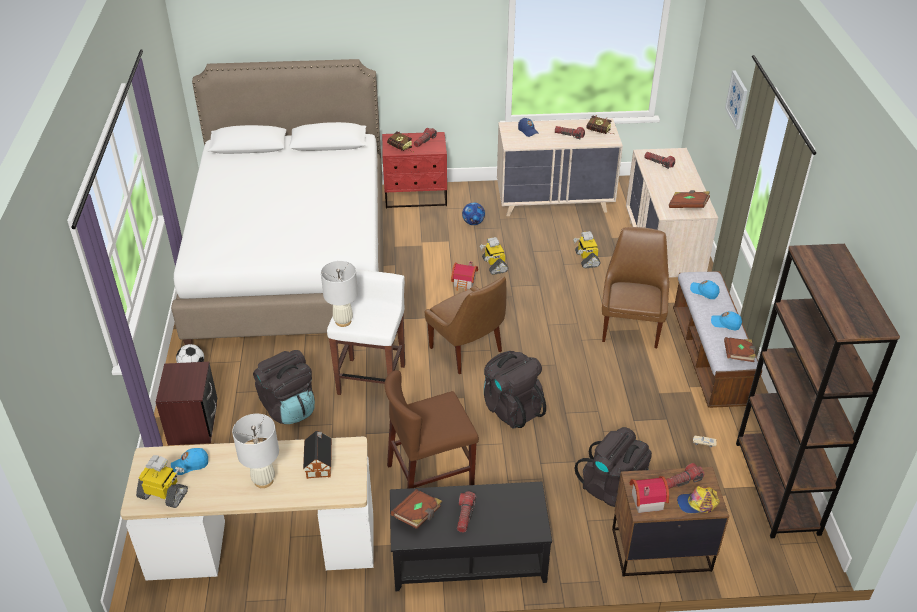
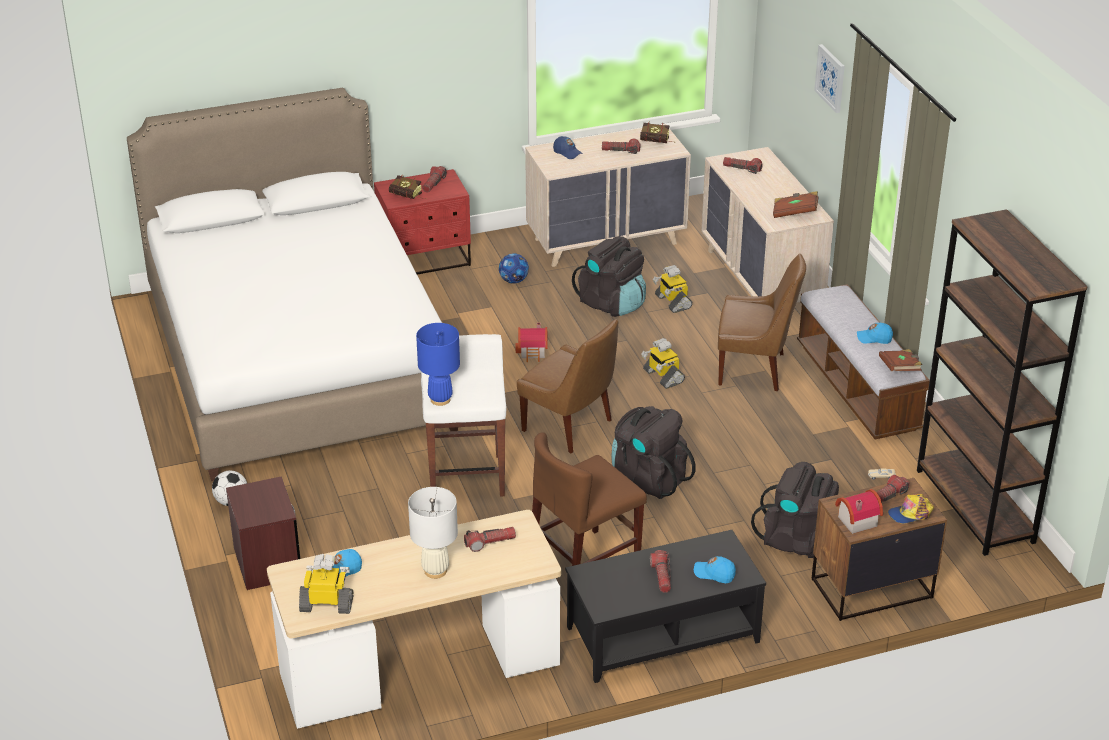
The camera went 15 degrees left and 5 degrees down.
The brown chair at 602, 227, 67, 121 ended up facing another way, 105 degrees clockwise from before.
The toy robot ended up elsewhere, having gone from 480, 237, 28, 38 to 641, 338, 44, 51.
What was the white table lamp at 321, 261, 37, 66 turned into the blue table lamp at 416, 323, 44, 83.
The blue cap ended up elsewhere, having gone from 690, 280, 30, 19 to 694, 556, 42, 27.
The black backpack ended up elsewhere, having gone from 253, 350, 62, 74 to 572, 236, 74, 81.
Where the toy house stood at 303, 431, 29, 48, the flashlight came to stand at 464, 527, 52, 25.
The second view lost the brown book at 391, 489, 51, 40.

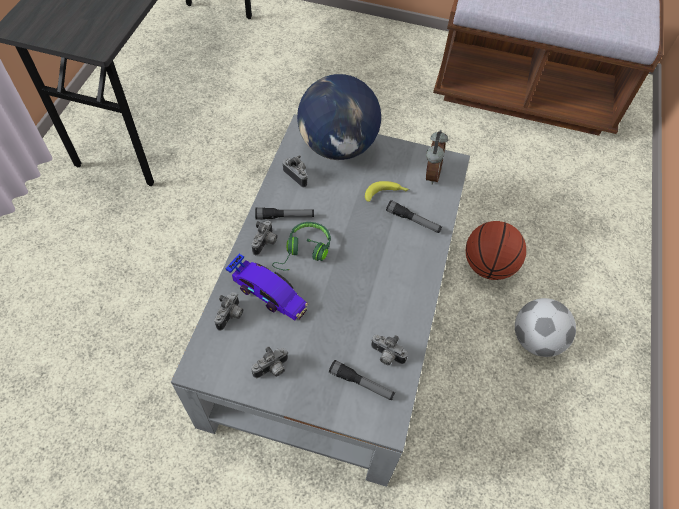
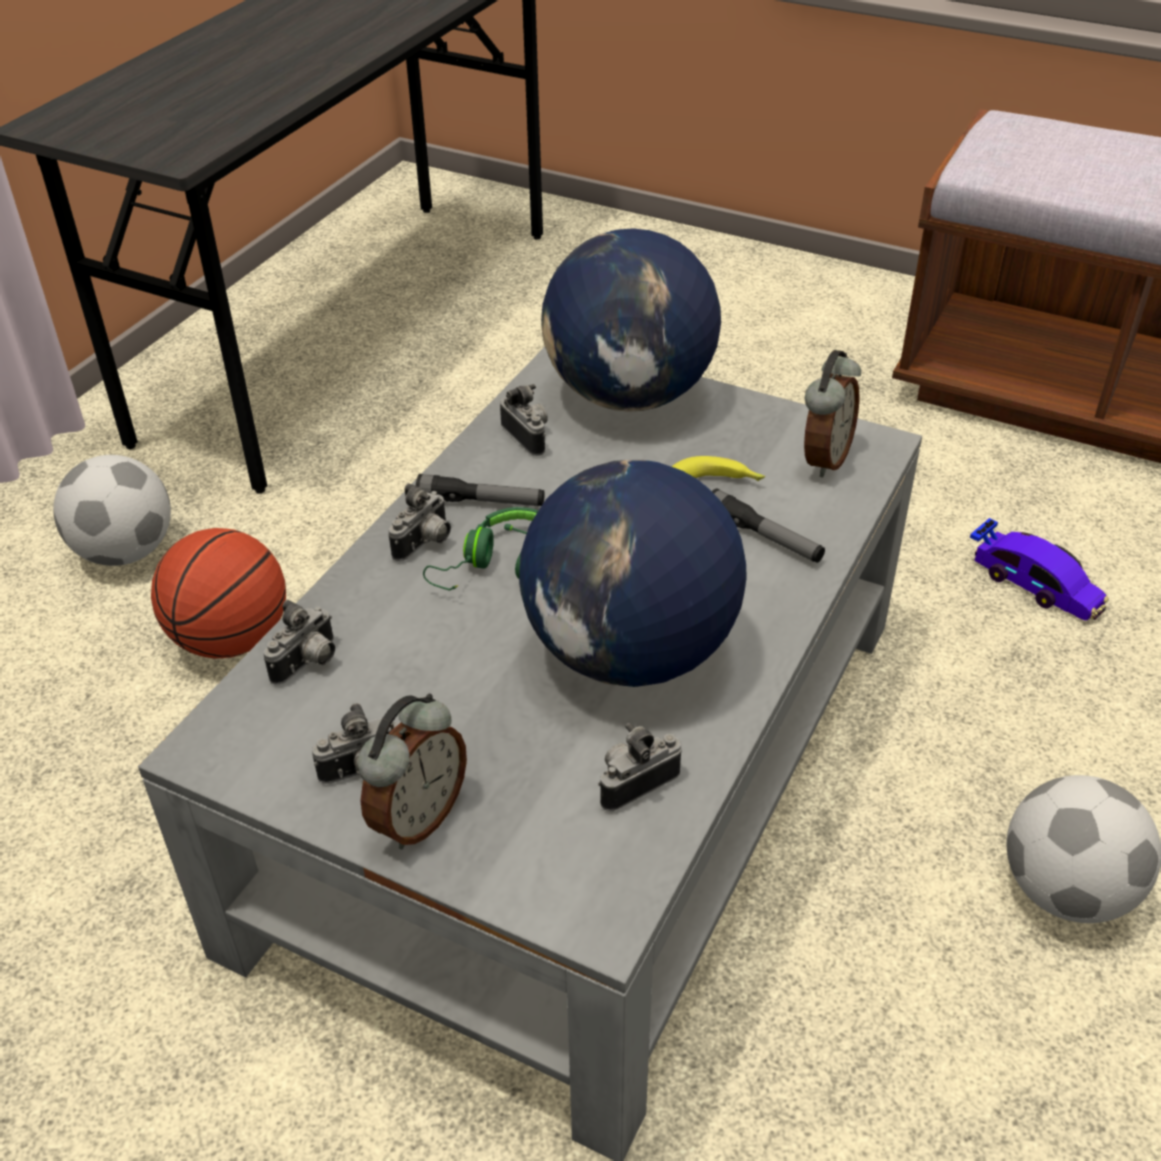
The camera went 15 degrees right and 15 degrees down.
The basketball ended up elsewhere, having gone from 466, 221, 60, 59 to 151, 528, 135, 130.
The toy car ended up elsewhere, having gone from 225, 254, 83, 66 to 970, 518, 139, 102.
The photo camera at 371, 334, 37, 31 ended up facing another way, 105 degrees clockwise from before.
The second view lost the flashlight at 329, 360, 66, 41.
The second view gained the football at 53, 455, 118, 111.
The second view gained the globe at 519, 460, 227, 227.
The second view gained the alarm clock at 358, 694, 109, 155.

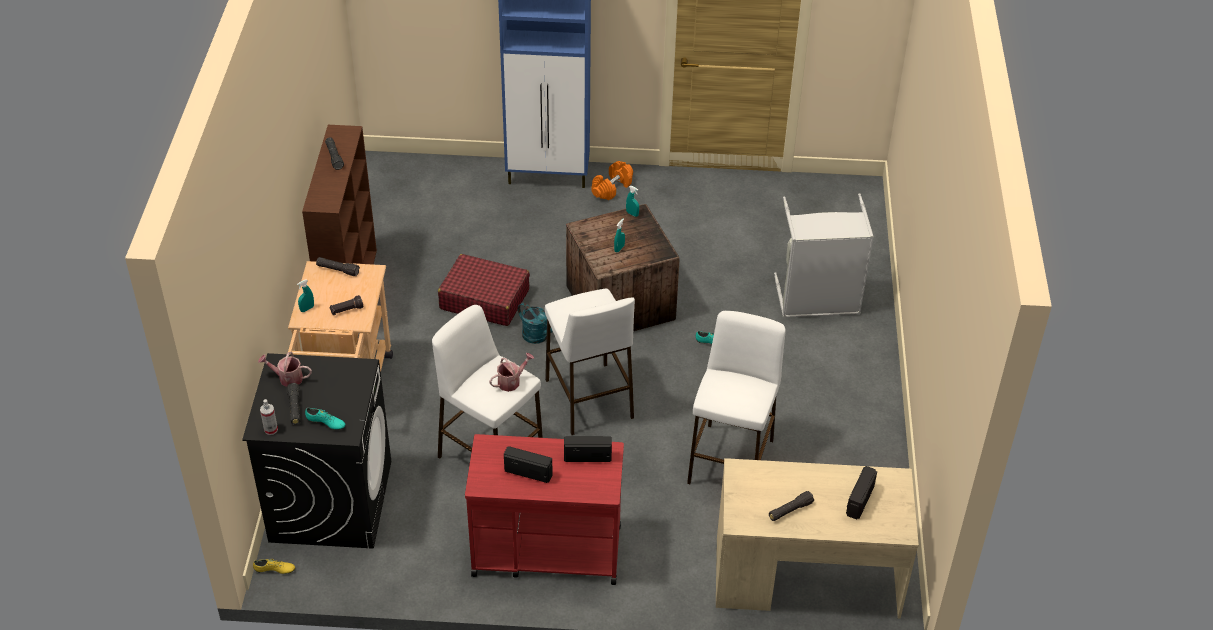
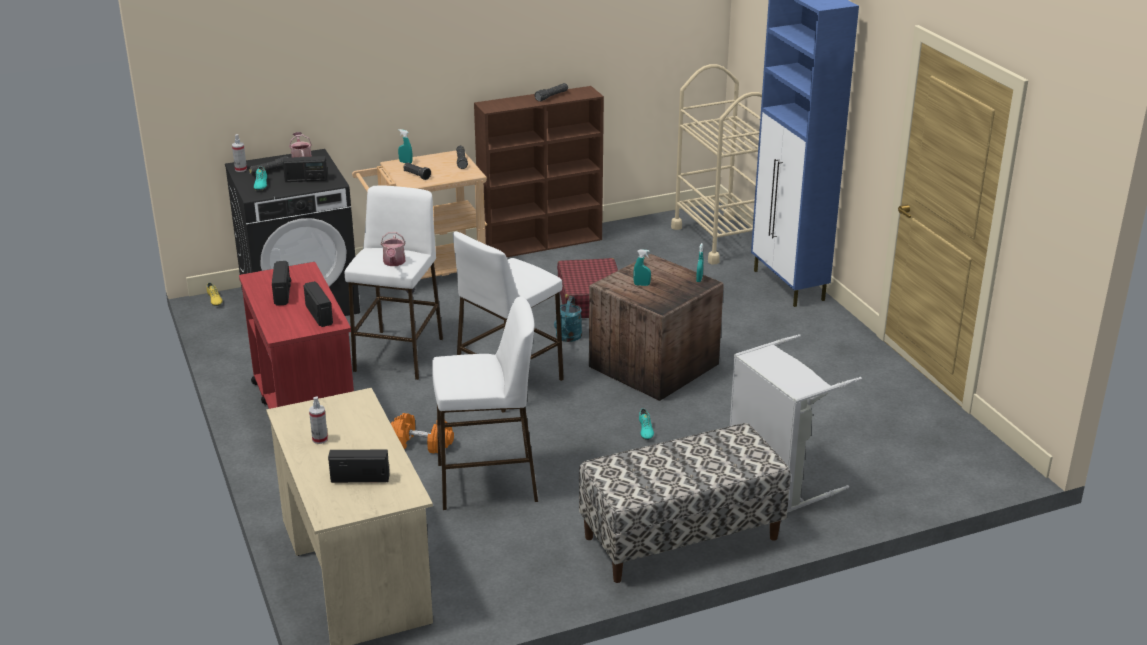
The camera went 65 degrees right and 15 degrees down.
The orange dumbbell ended up elsewhere, having gone from 591, 161, 42, 39 to 391, 413, 63, 40.
The watering can at 489, 353, 45, 39 ended up facing another way, 60 degrees clockwise from before.
Where the black flashlight stood at 769, 491, 45, 30, the spray bottle came to stand at 309, 396, 19, 48.
The second view gained the beige cart at 671, 64, 91, 200.
The second view gained the radio at 283, 156, 45, 26.
The second view gained the bench at 579, 423, 212, 160.

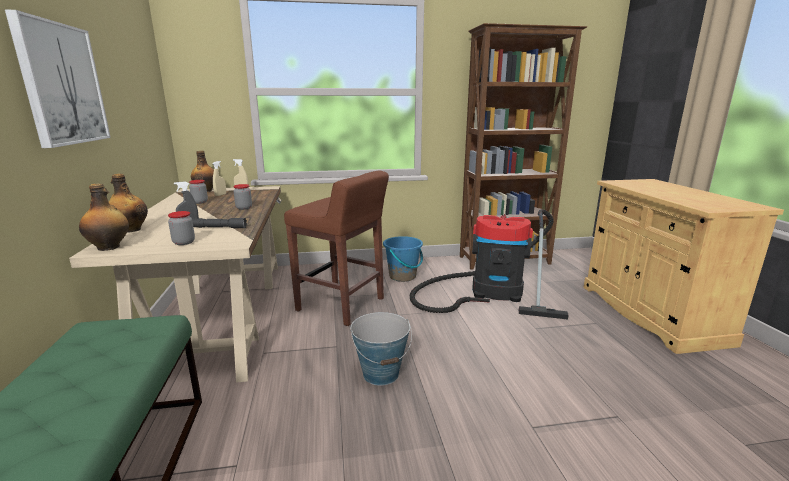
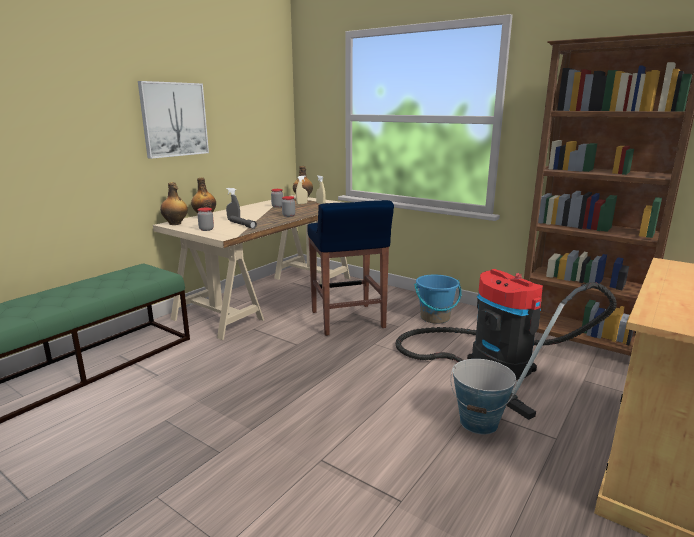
The camera went 45 degrees right and 0 degrees up.
What was the brown stool at 284, 171, 105, 155 turned into the blue stool at 307, 200, 87, 136.
The bucket ended up elsewhere, having gone from 351, 312, 61, 74 to 450, 359, 67, 75.

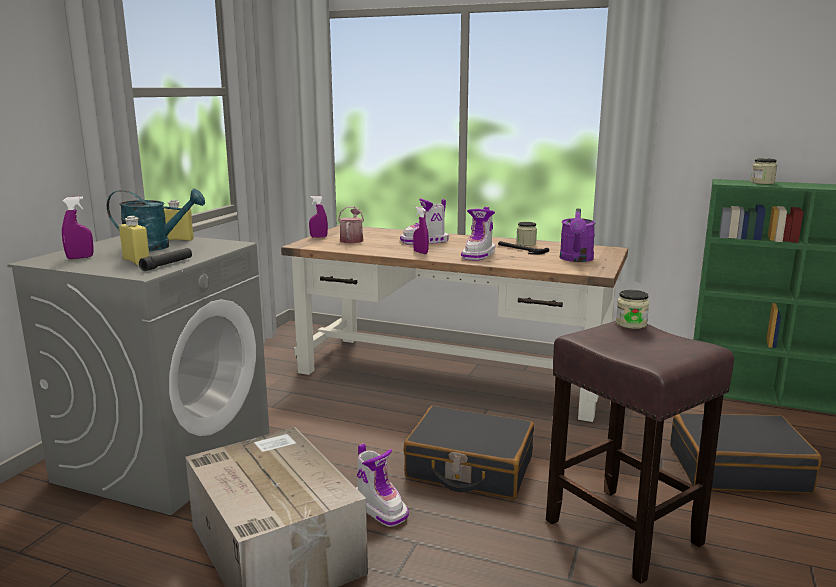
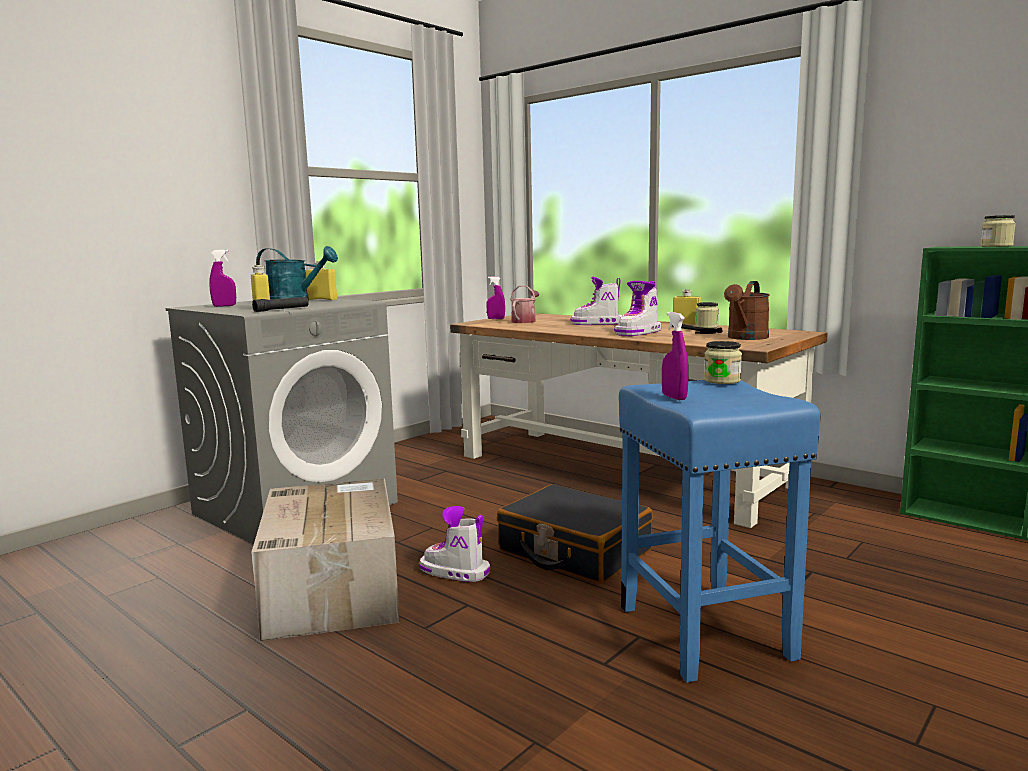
The camera went 20 degrees right and 5 degrees down.
The purple spray bottle ended up elsewhere, having gone from 413, 207, 16, 47 to 662, 312, 27, 88.
What was the purple watering can at 560, 209, 35, 53 turned into the brown watering can at 724, 281, 46, 59.
What was the brown stool at 546, 321, 188, 263 turned into the blue stool at 619, 380, 201, 303.
The second view lost the black suitcase at 670, 413, 152, 80.
The boot at 356, 443, 53, 84 ended up facing another way, 135 degrees clockwise from before.
The second view gained the yellow bottle at 673, 289, 28, 36.

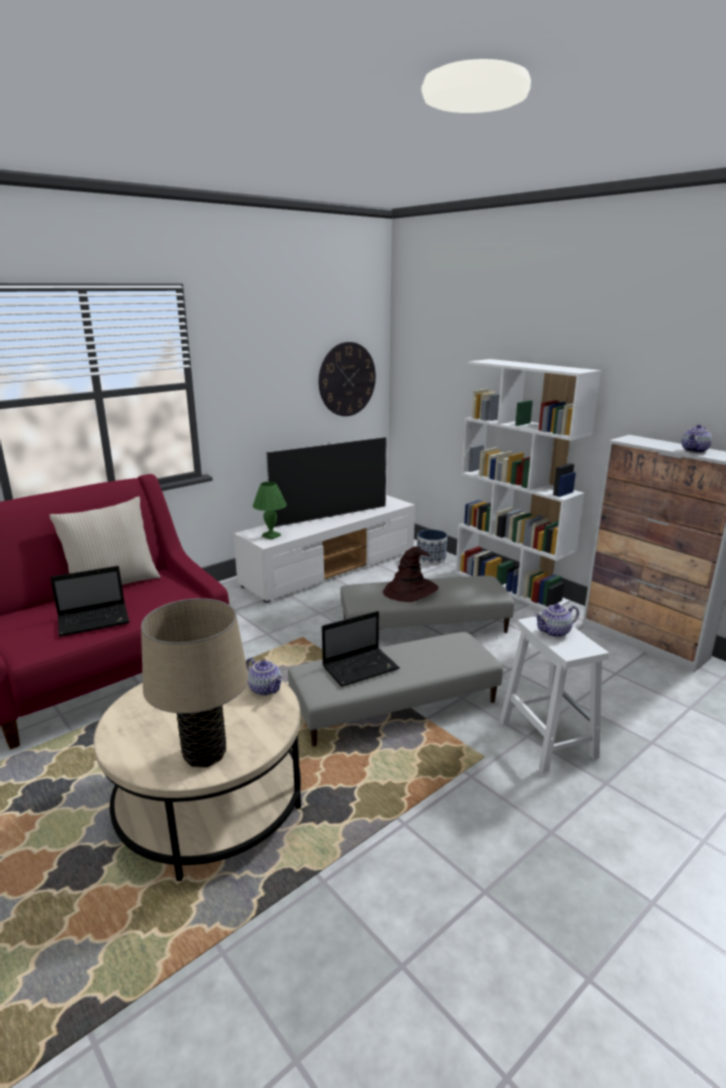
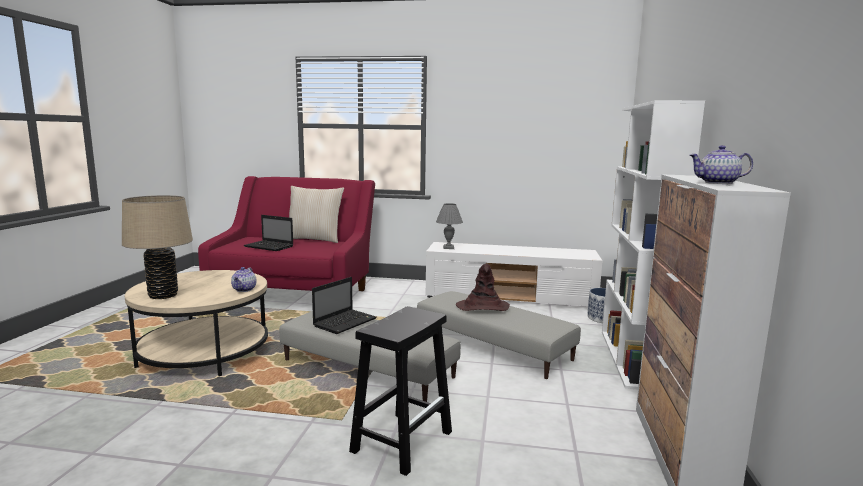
The camera went 50 degrees right and 10 degrees down.
The second view lost the wall clock at 319, 342, 57, 74.
The second view lost the television at 266, 437, 121, 90.
What was the green table lamp at 253, 482, 34, 58 turned into the grey table lamp at 436, 203, 27, 46.
The second view lost the teapot at 534, 604, 45, 33.
The laptop at 322, 611, 78, 76 ended up facing another way, 75 degrees counterclockwise from before.
What was the white stool at 499, 617, 110, 156 turned into the black stool at 349, 306, 103, 170.

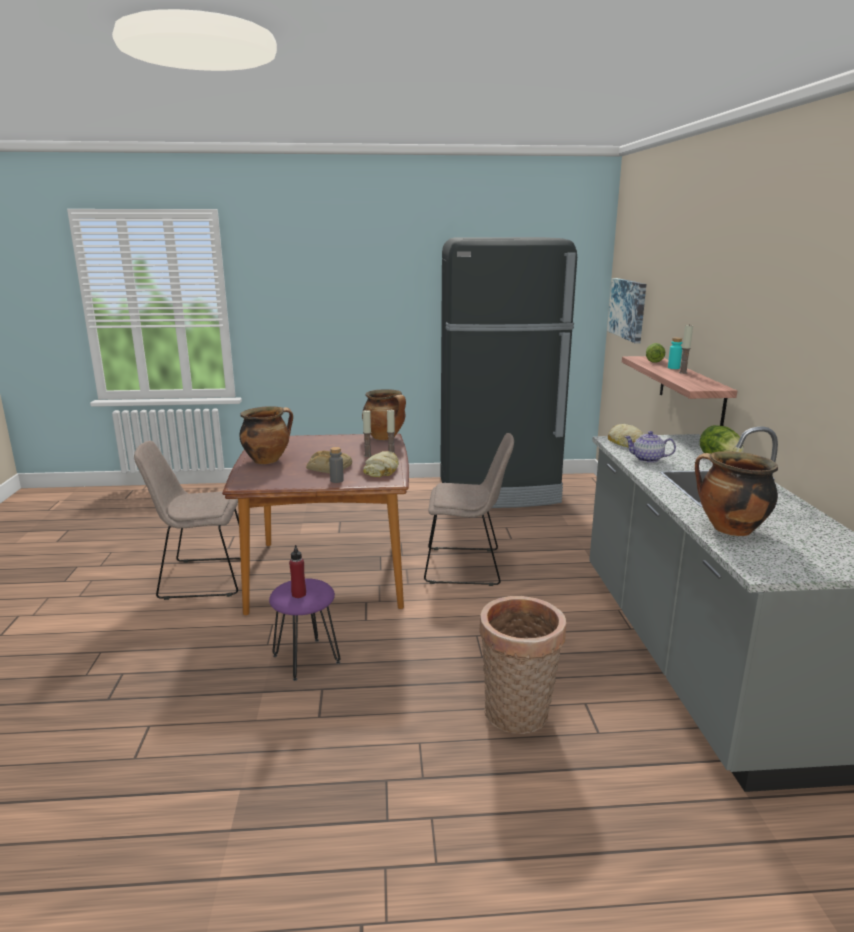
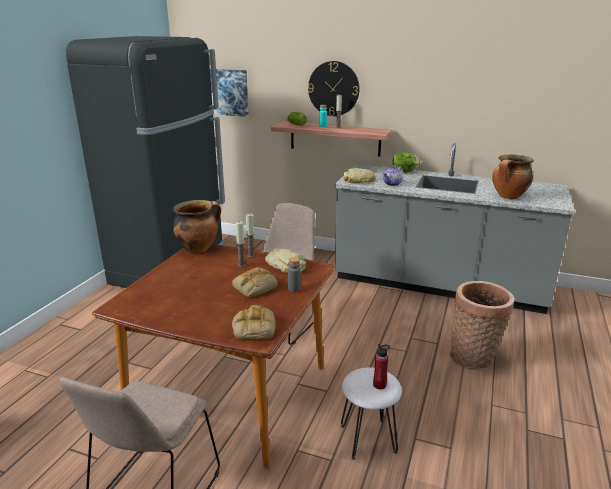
The camera went 65 degrees left and 5 degrees up.
The second view lost the cooking pot at 239, 406, 54, 58.
What was the purple stool at 269, 578, 71, 103 turned into the white stool at 341, 367, 61, 93.
The second view gained the wall clock at 308, 61, 51, 55.
The second view gained the bread at 232, 305, 44, 34.

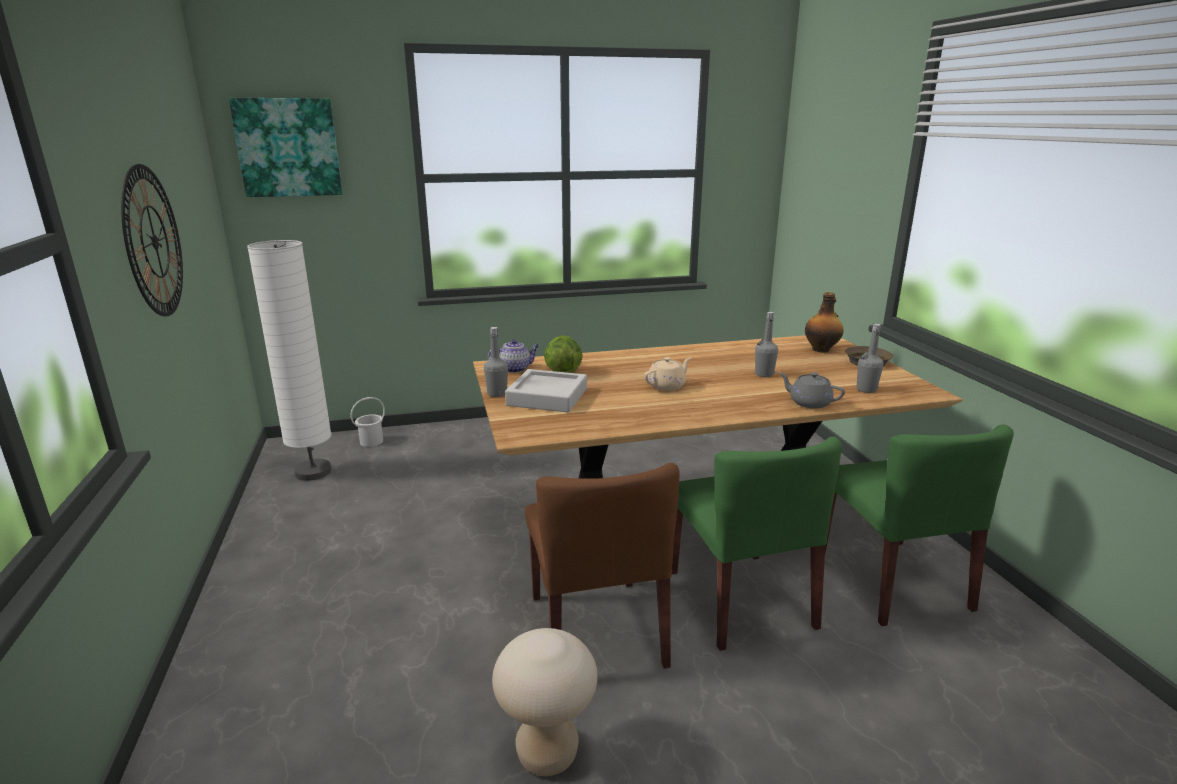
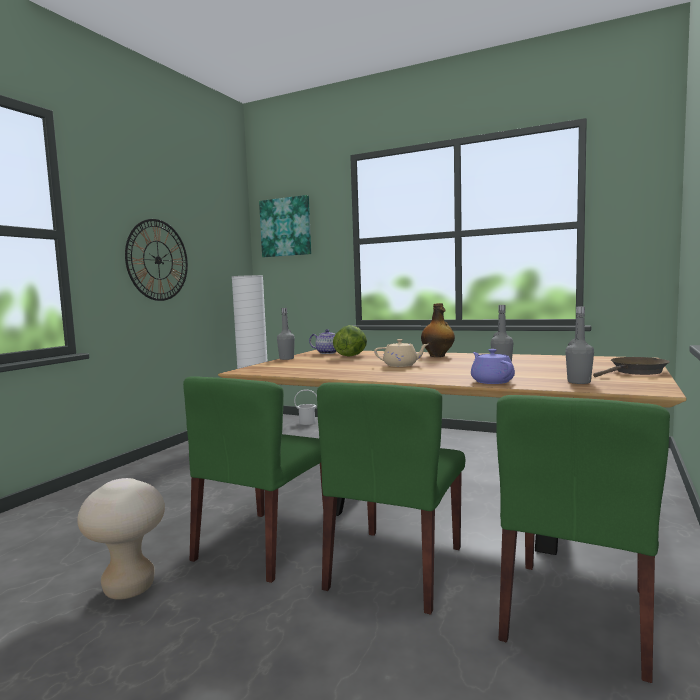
The camera went 40 degrees right and 15 degrees down.
The bottle ended up elsewhere, having gone from 805, 292, 39, 61 to 421, 303, 34, 54.
The second view lost the grey tray at 505, 369, 82, 43.
What was the grey teapot at 779, 372, 66, 37 turned into the purple teapot at 471, 349, 44, 35.
What was the brown chair at 525, 463, 155, 206 turned into the green chair at 183, 376, 141, 207.

